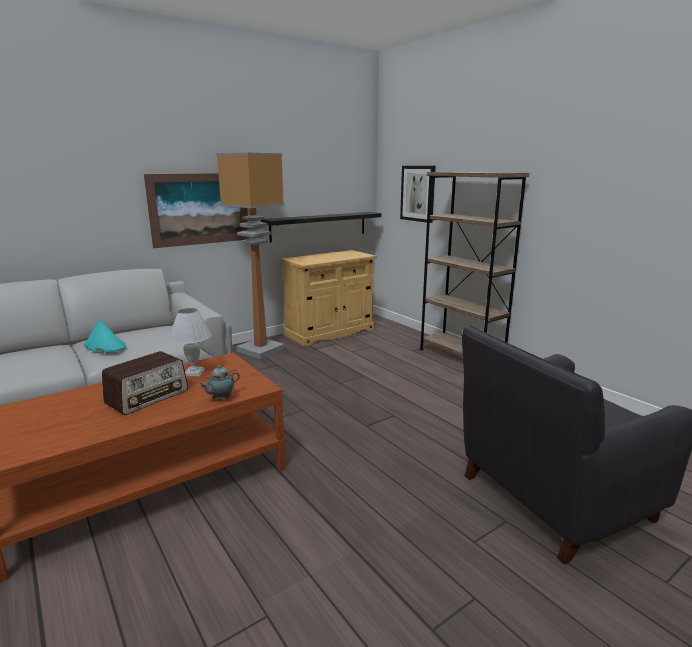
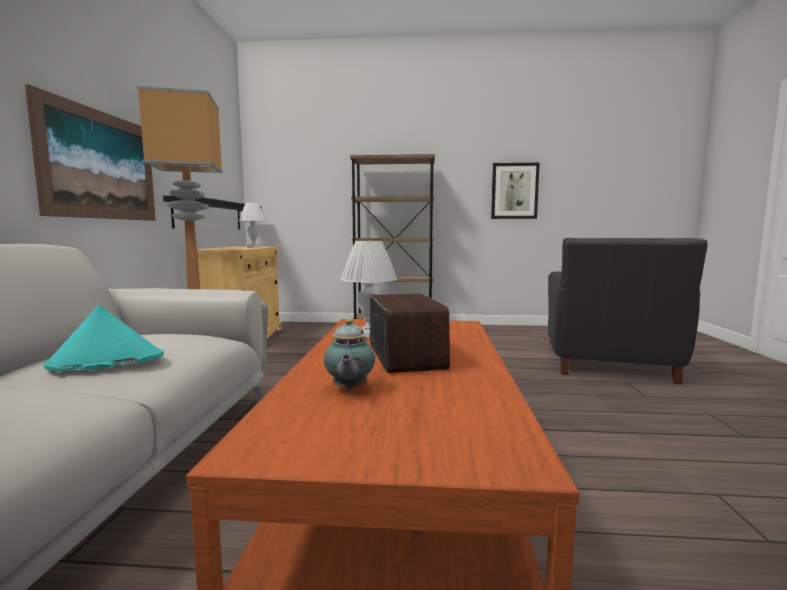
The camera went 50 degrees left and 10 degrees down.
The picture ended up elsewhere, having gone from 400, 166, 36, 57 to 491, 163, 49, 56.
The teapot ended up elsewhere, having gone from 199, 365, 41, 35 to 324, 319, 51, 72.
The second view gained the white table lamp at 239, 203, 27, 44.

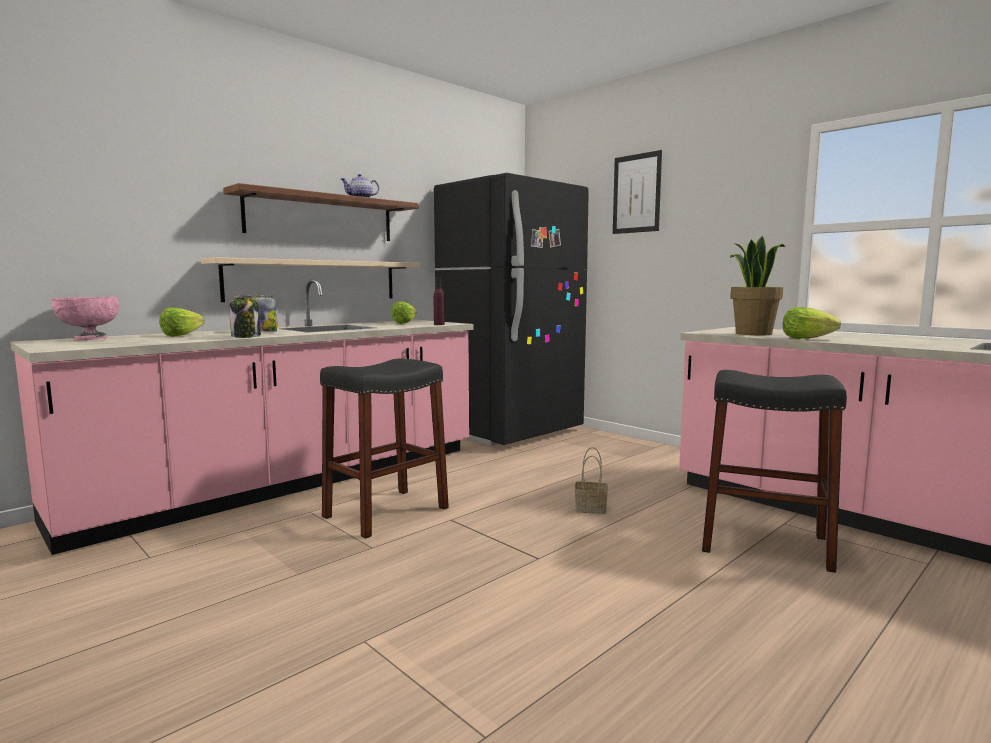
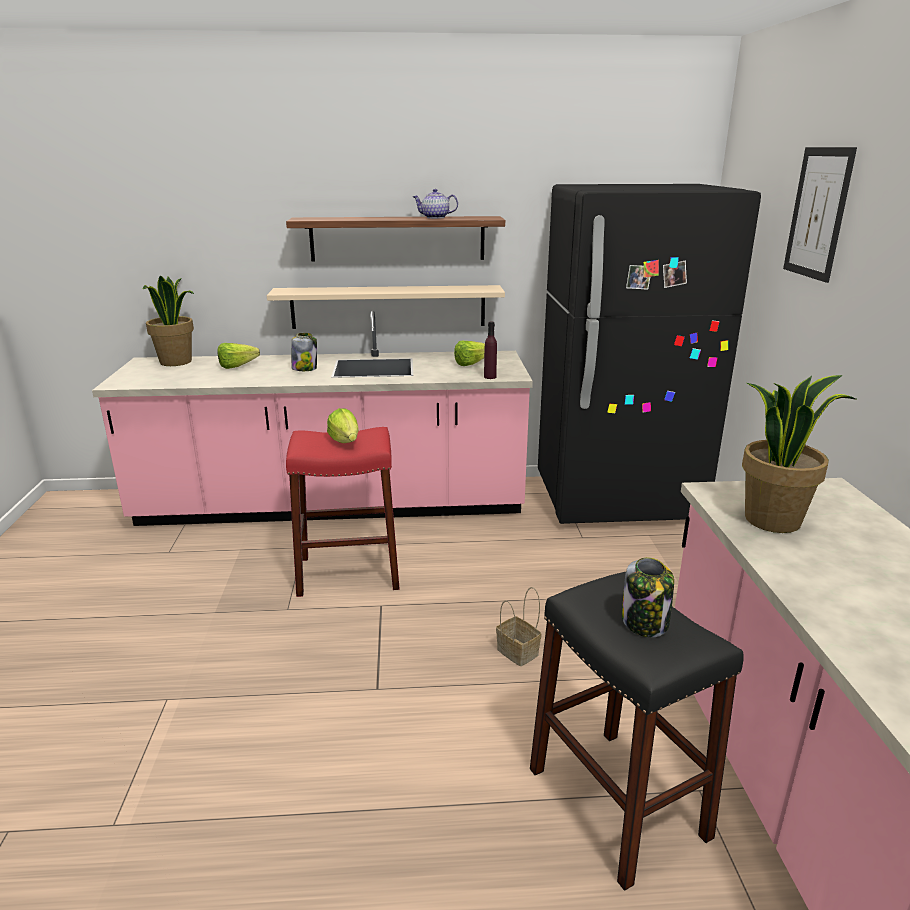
The camera went 40 degrees right and 15 degrees up.
Where the pink bowl stood at 51, 296, 68, 44, the potted plant came to stand at 143, 275, 51, 91.
The jar ended up elsewhere, having gone from 229, 296, 32, 42 to 622, 557, 52, 80.
The lettuce ended up elsewhere, having gone from 783, 307, 58, 32 to 327, 408, 31, 35.
What was the black stool at 320, 358, 129, 180 turned into the red stool at 286, 427, 114, 170.

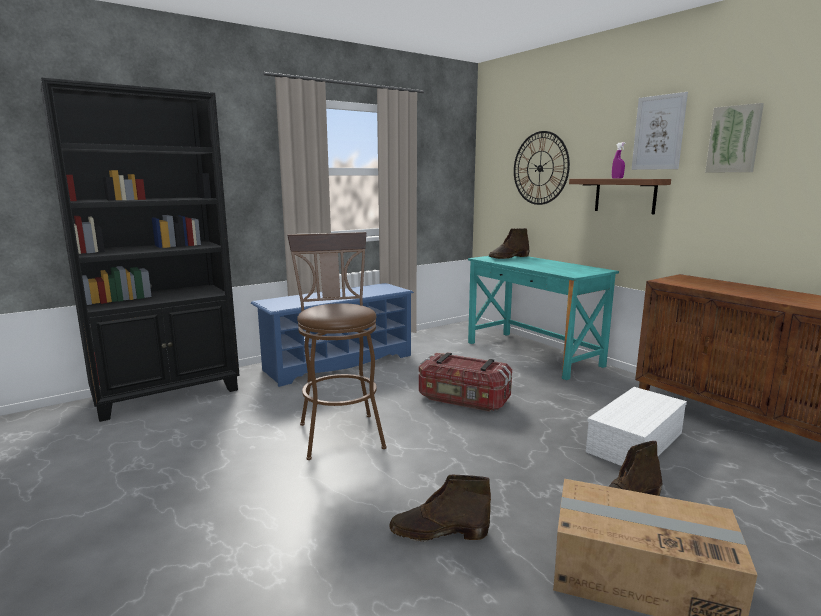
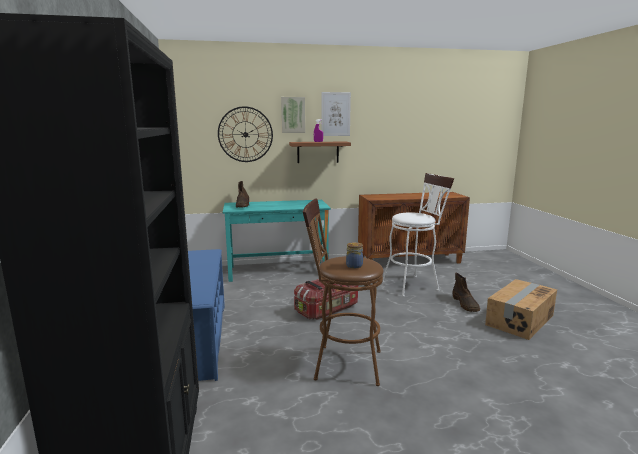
The camera went 65 degrees left and 0 degrees up.
The picture ended up elsewhere, having gone from 705, 103, 59, 69 to 281, 97, 24, 36.
Where the white storage box stood at 586, 387, 101, 79, the white stool came to stand at 382, 173, 72, 124.
The second view lost the brown boot at 390, 475, 101, 67.
The second view gained the jar at 346, 242, 17, 26.

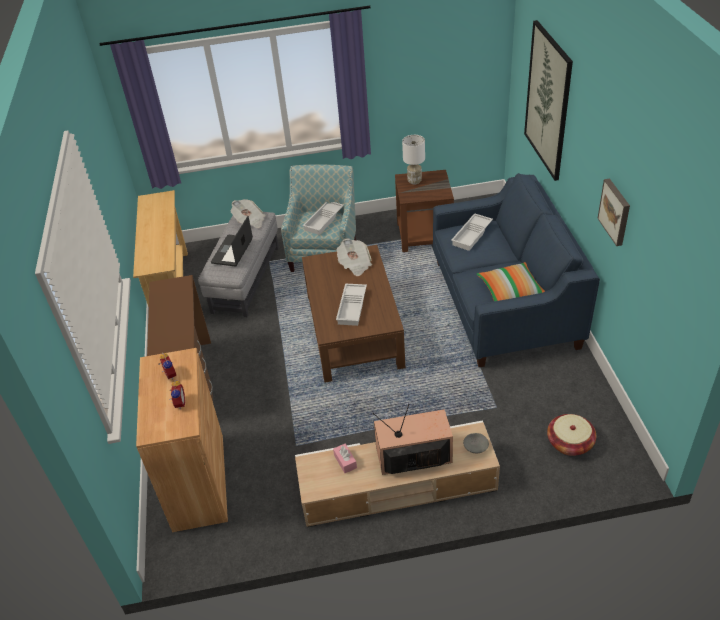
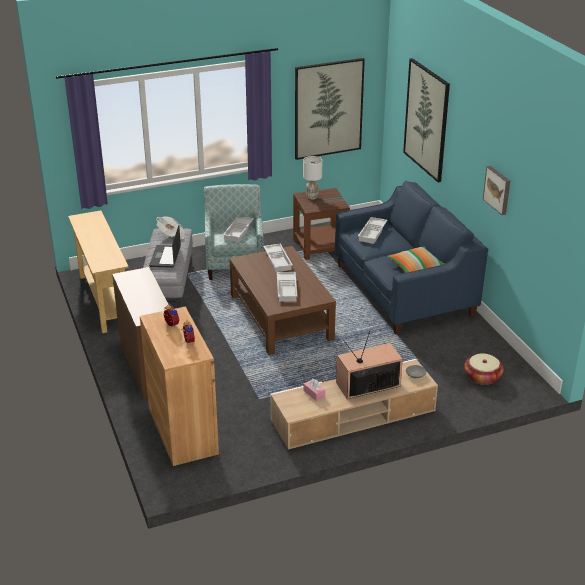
The camera went 15 degrees left and 10 degrees down.
Where the newspaper stood at 337, 238, 35, 38, the white tray came to stand at 263, 244, 30, 28.
The second view gained the picture at 295, 58, 70, 102.

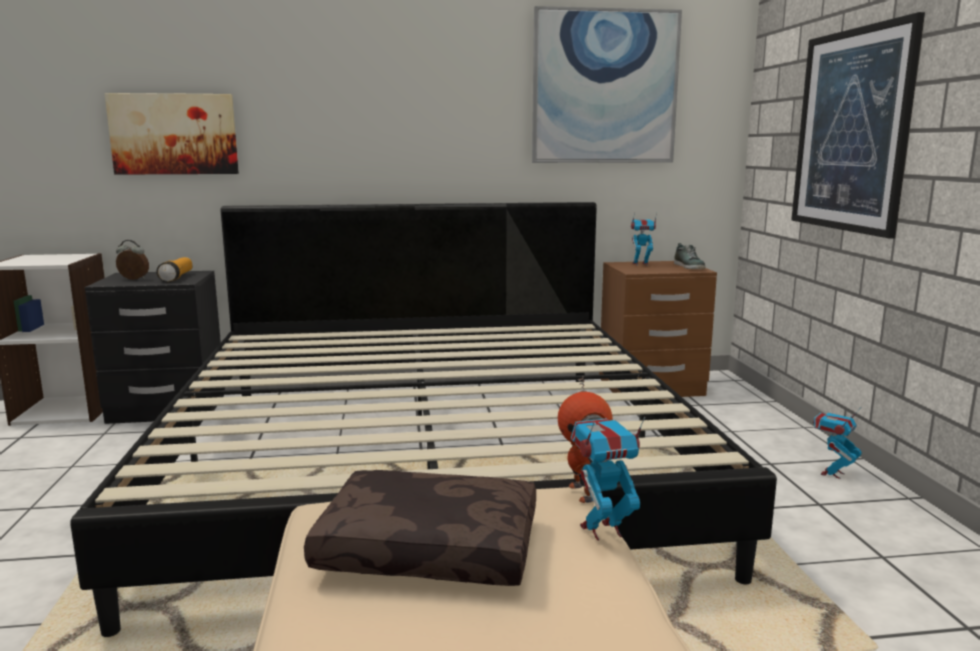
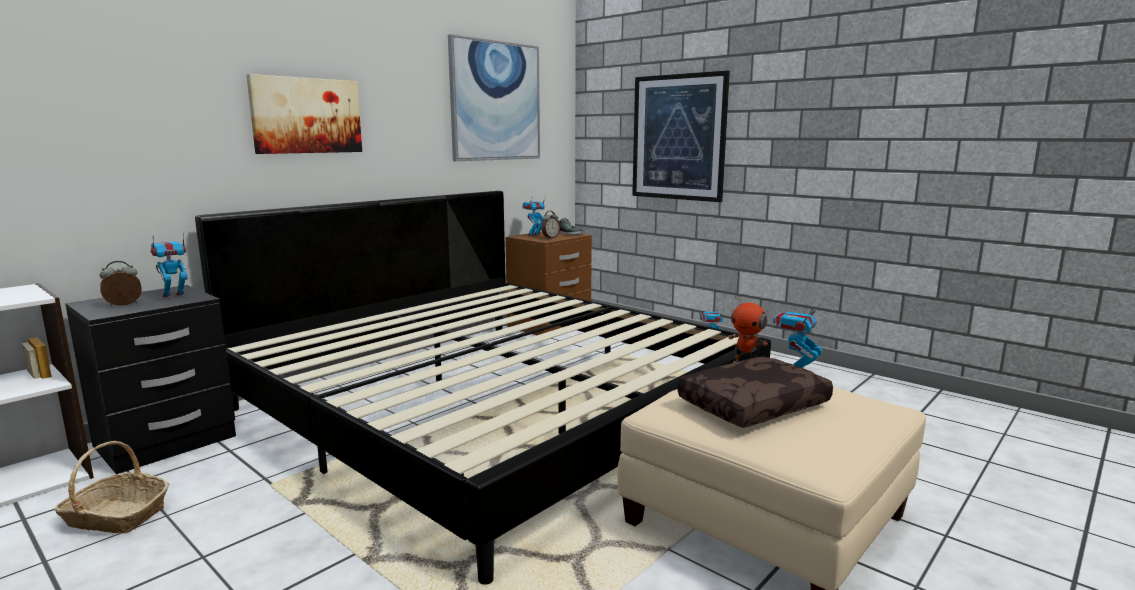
The camera went 40 degrees left and 0 degrees up.
The picture ended up elsewhere, having gone from 105, 93, 134, 82 to 247, 74, 115, 80.
Where the flashlight stood at 156, 257, 36, 25, the toy robot came to stand at 151, 233, 37, 66.
The second view gained the alarm clock at 541, 211, 19, 28.
The second view gained the basket at 54, 441, 115, 93.

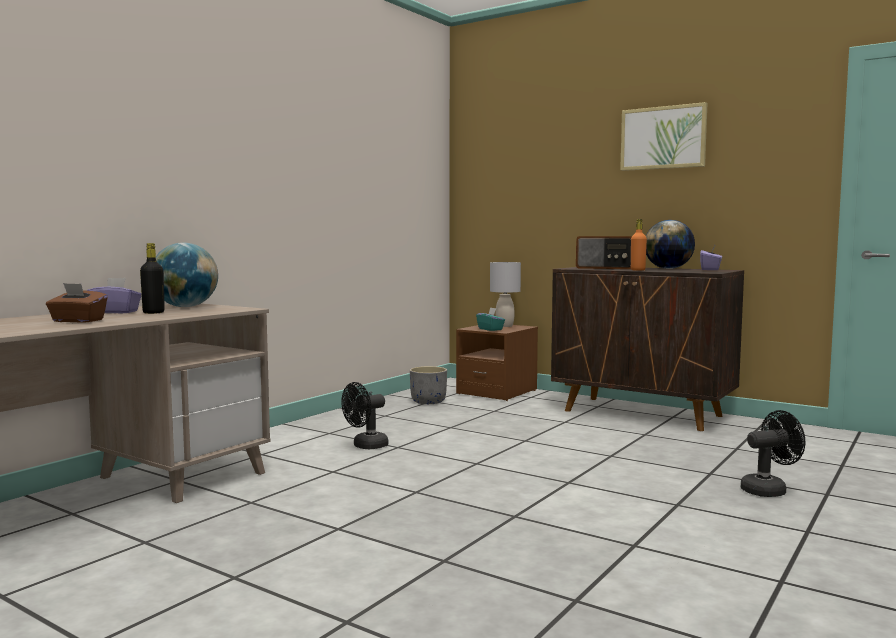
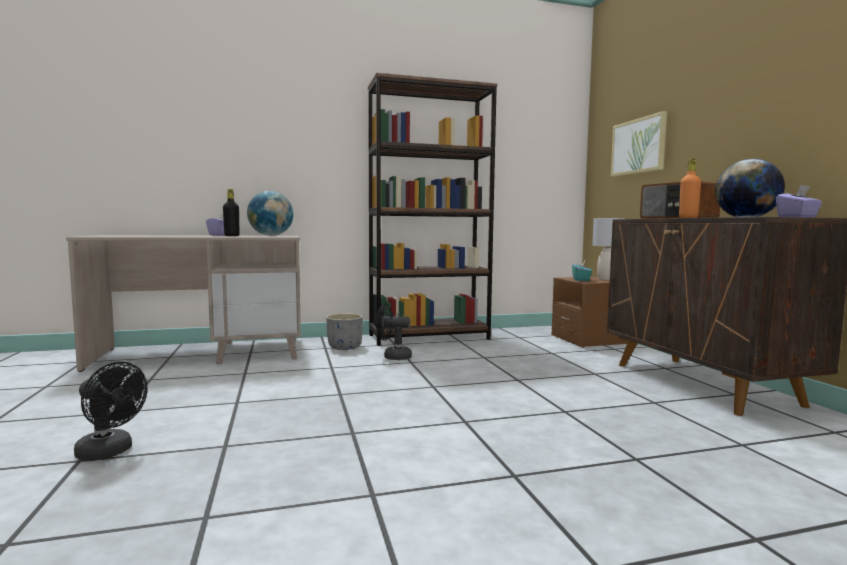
The camera went 40 degrees right and 0 degrees up.
The picture ended up elsewhere, having gone from 620, 102, 87, 69 to 611, 111, 56, 66.
The second view lost the brown tissue box at 46, 283, 62, 40.
The grey planter ended up elsewhere, having gone from 410, 366, 37, 38 to 326, 313, 37, 37.
The black fan ended up elsewhere, having gone from 741, 410, 64, 87 to 74, 362, 74, 99.
The second view gained the brown bookcase at 368, 73, 129, 273.

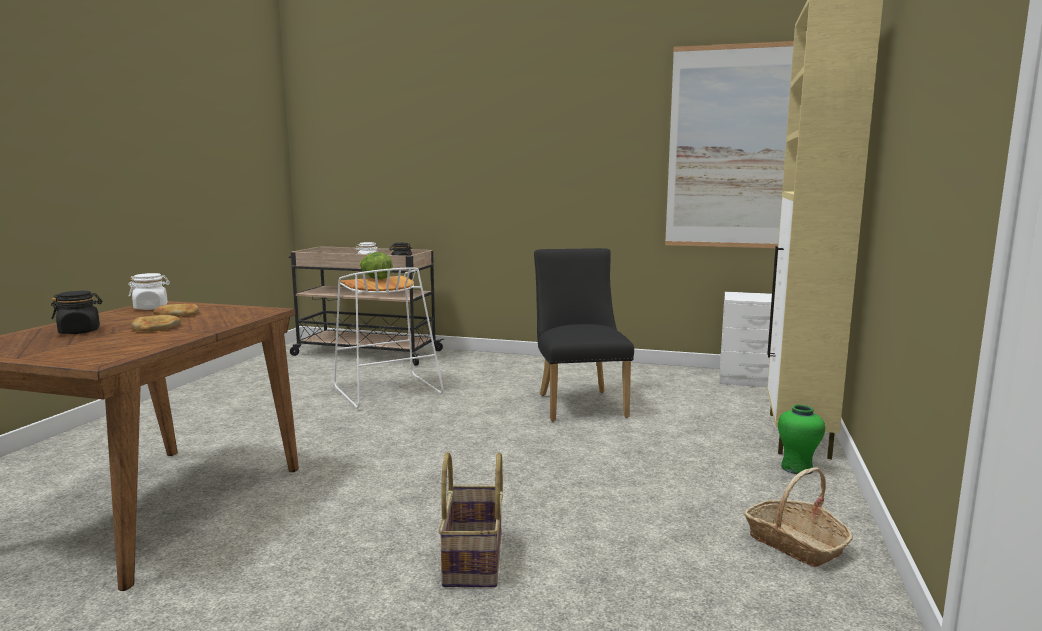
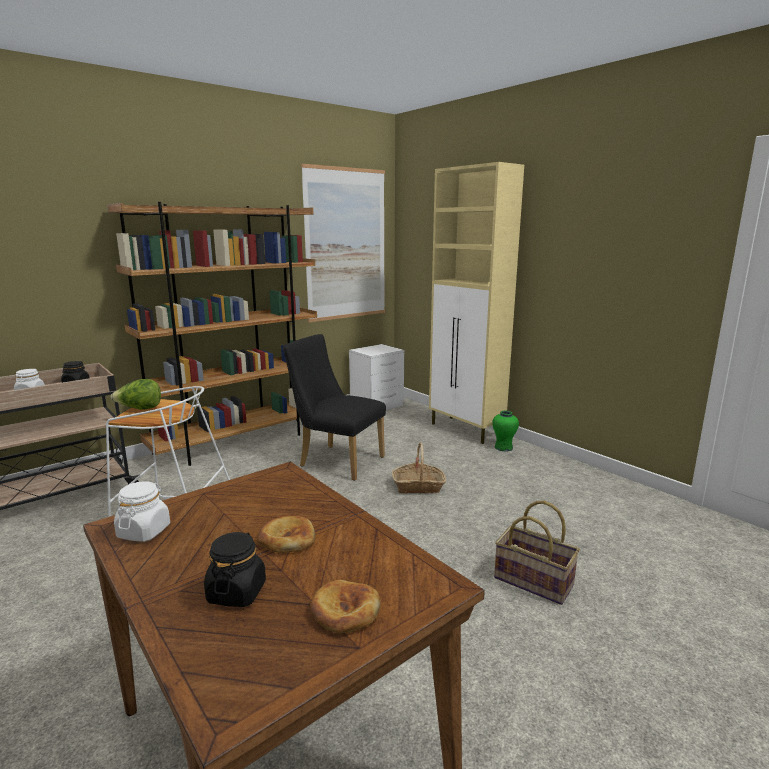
The camera went 55 degrees left and 5 degrees up.
The bread ended up elsewhere, having gone from 153, 304, 46, 13 to 310, 580, 71, 53.
The basket ended up elsewhere, having gone from 744, 467, 109, 100 to 392, 442, 54, 52.
The second view gained the brown bookcase at 107, 202, 210, 264.

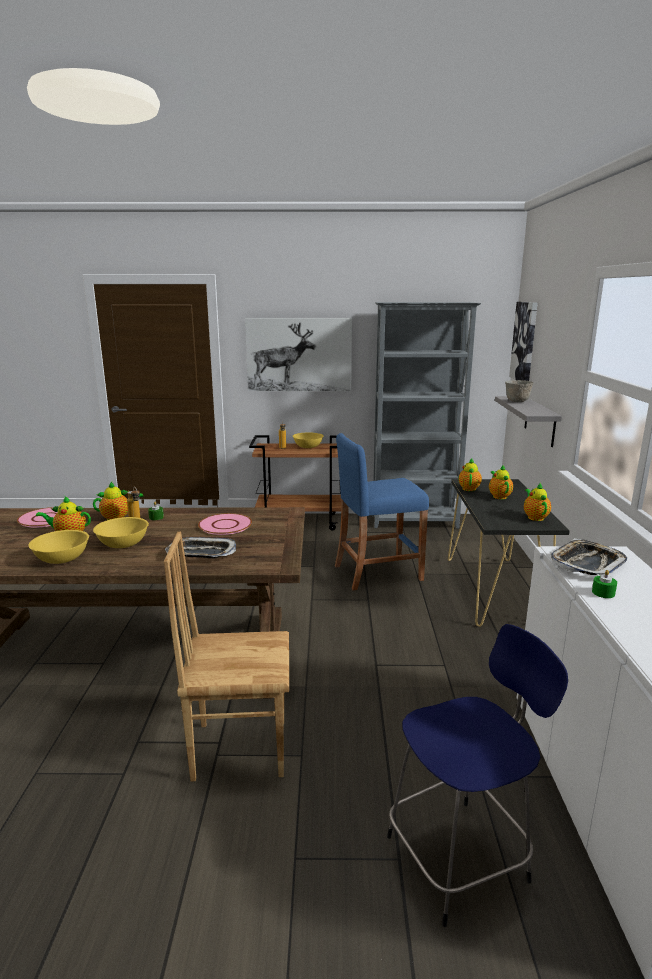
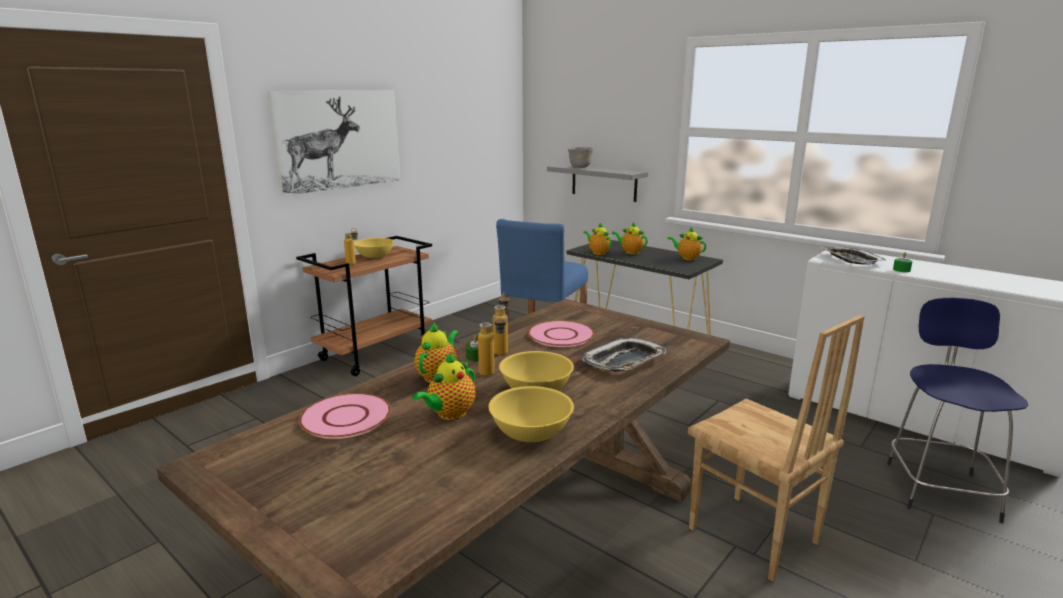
The camera went 50 degrees left and 0 degrees up.
The second view lost the grey bookcase at 372, 302, 109, 226.
The second view lost the picture at 509, 302, 29, 79.
The brown chair at 164, 532, 125, 250 ended up facing another way, 75 degrees counterclockwise from before.
The second view gained the bottle at 493, 292, 16, 63.

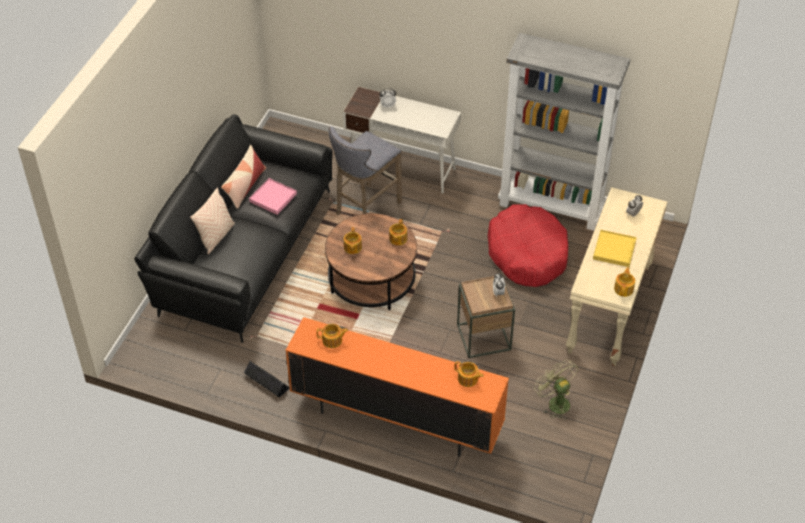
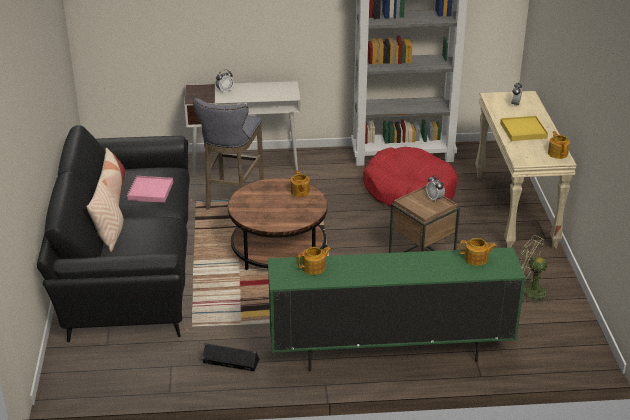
The camera went 25 degrees left and 15 degrees down.
The second view lost the teapot at 344, 227, 18, 27.
What was the orange tv stand at 286, 317, 223, 140 turned into the green tv stand at 268, 247, 258, 124.

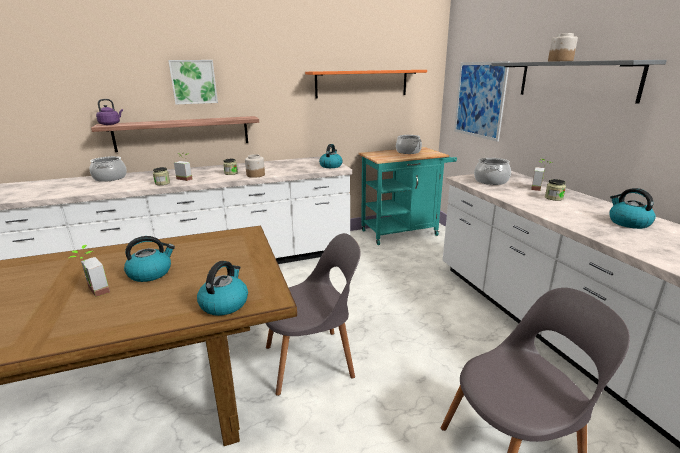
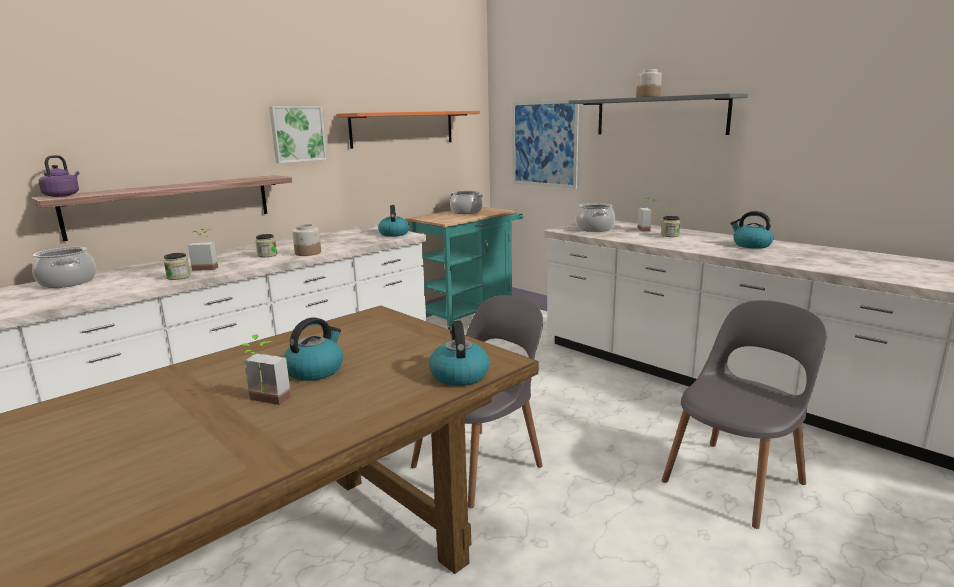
The camera went 25 degrees left and 5 degrees down.
The picture ended up elsewhere, having gone from 168, 60, 50, 44 to 269, 106, 58, 57.

